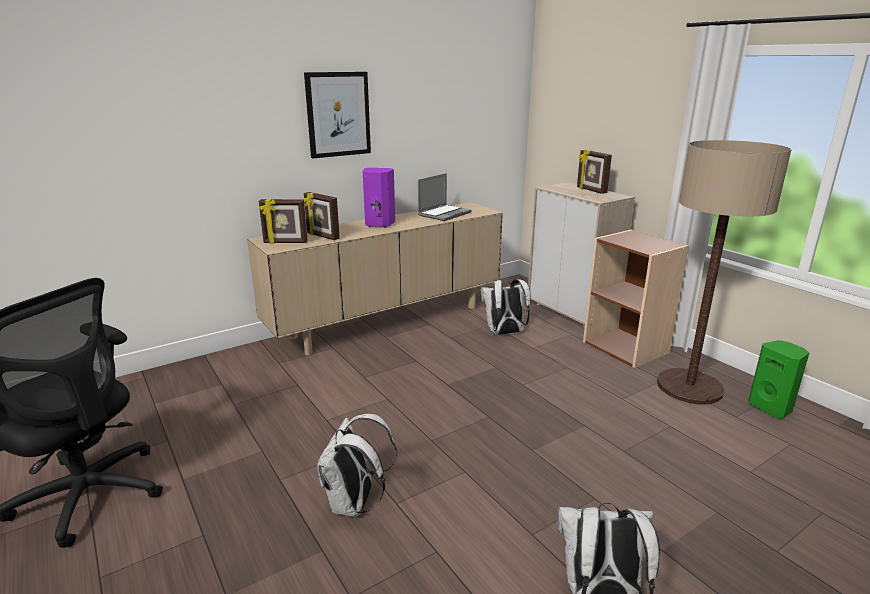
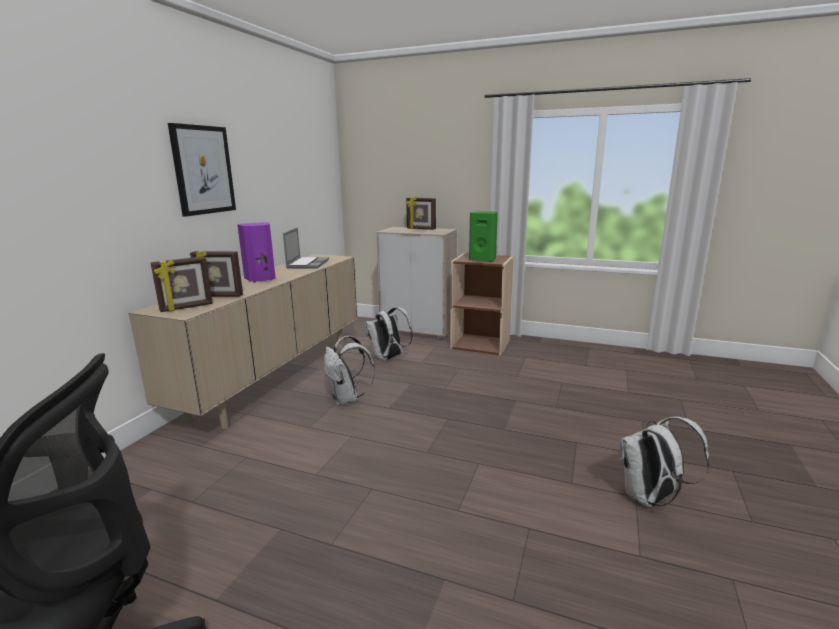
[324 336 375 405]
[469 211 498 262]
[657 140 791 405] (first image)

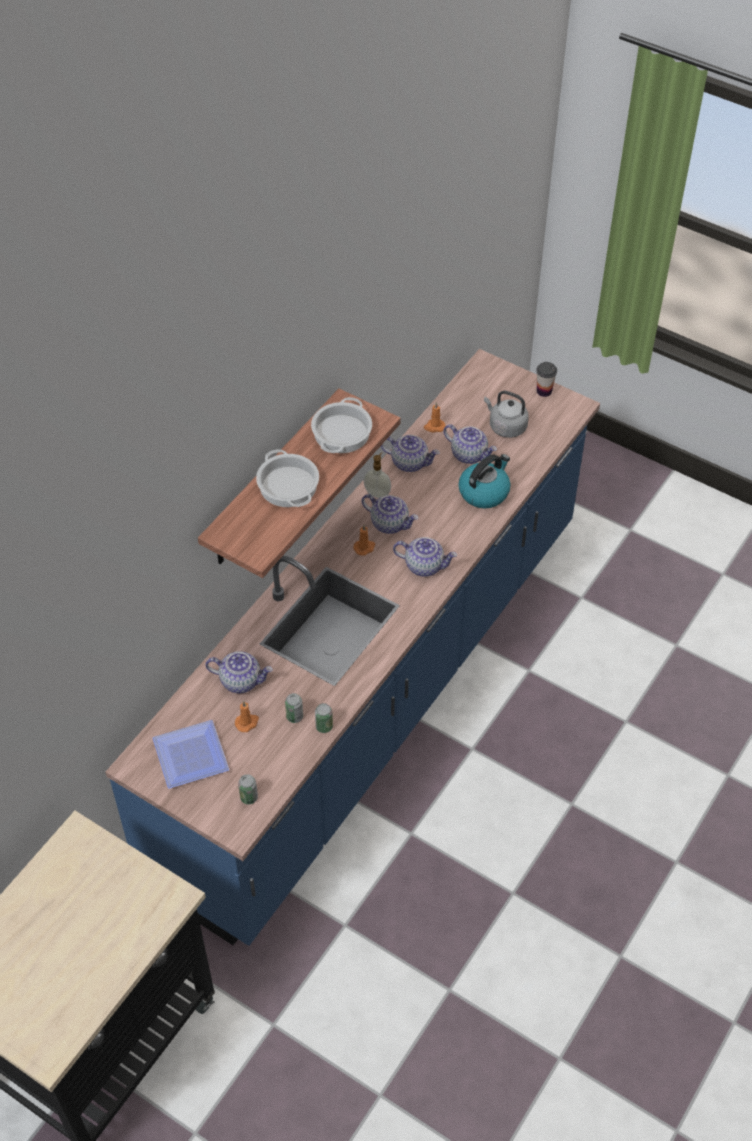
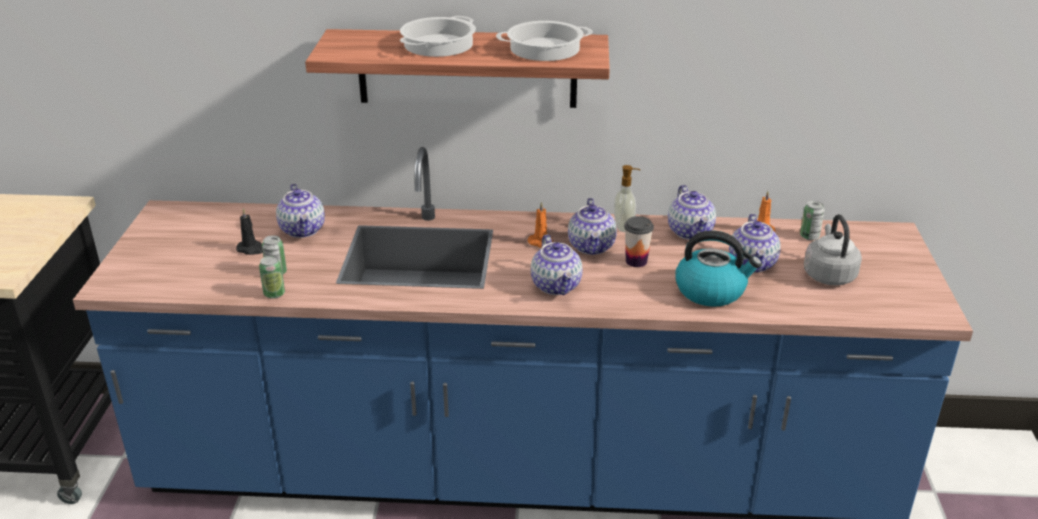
[236 208 263 255]
[624 216 654 267]
[800 201 825 240]
[153 720 229 789] (first image)

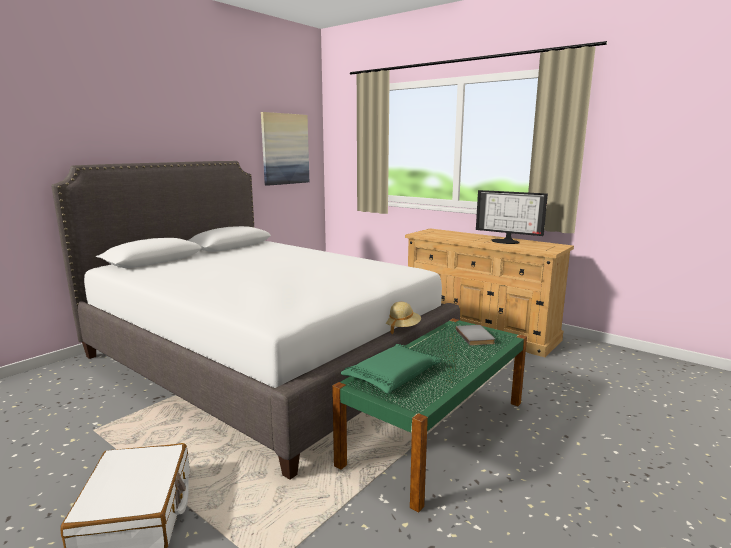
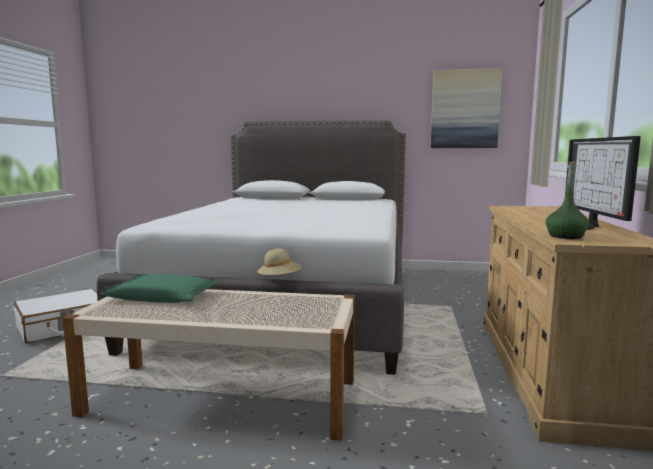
[63 289 355 441]
[546 162 589 239]
[456 325 495 346] (first image)

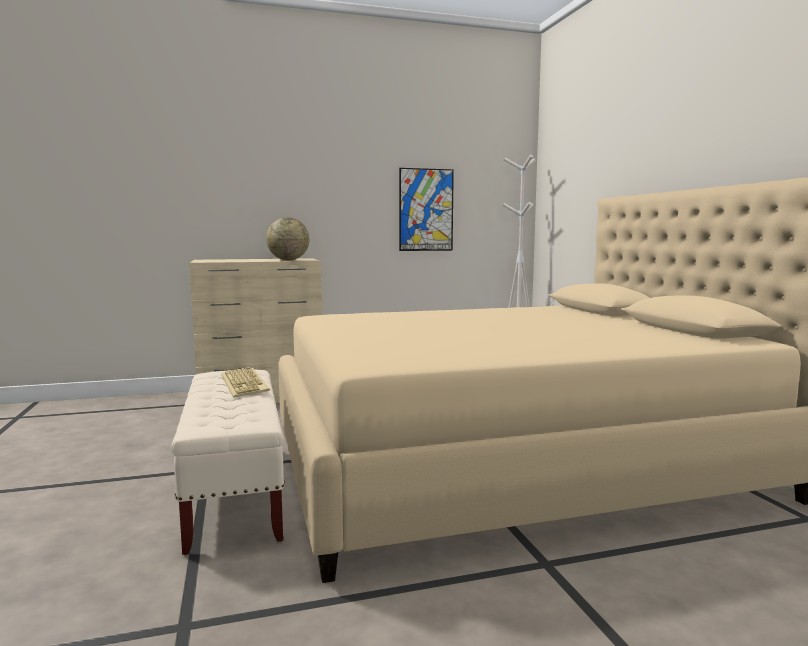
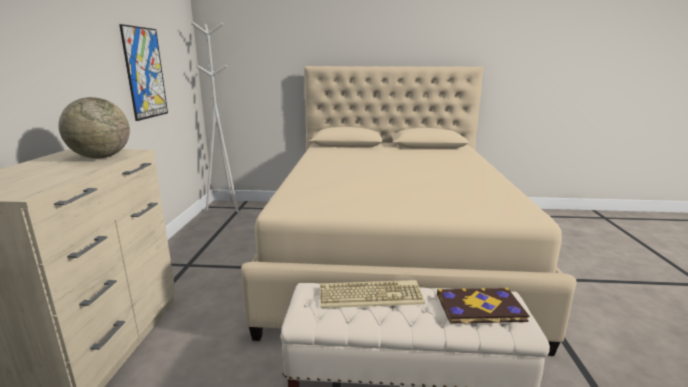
[437 288 530 325]

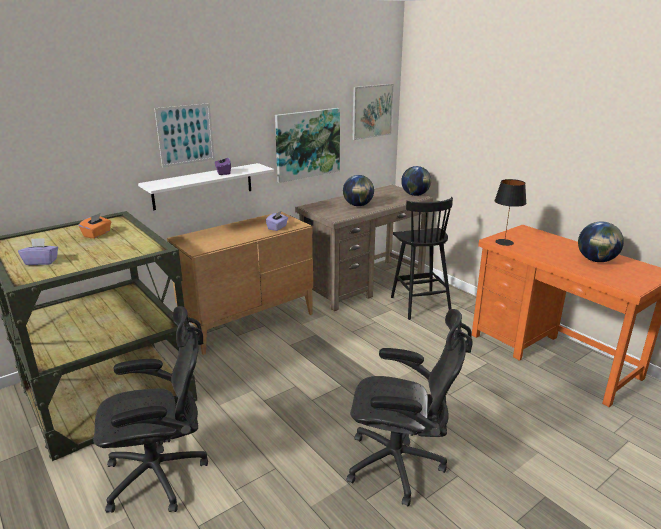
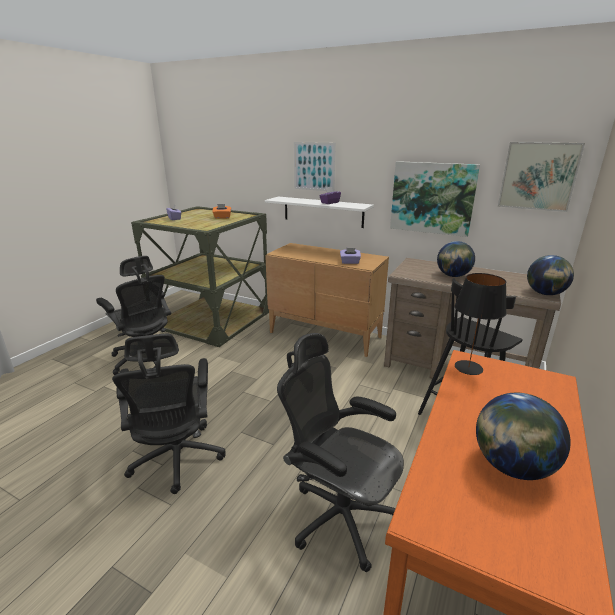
[277 333 404 572]

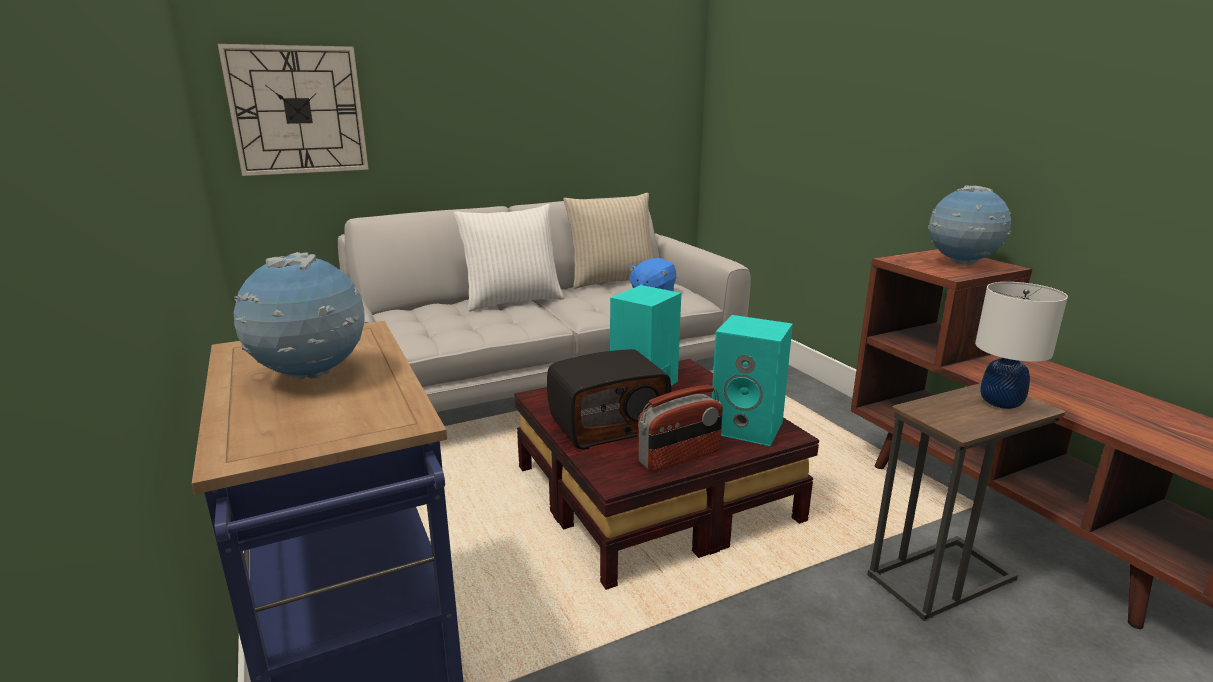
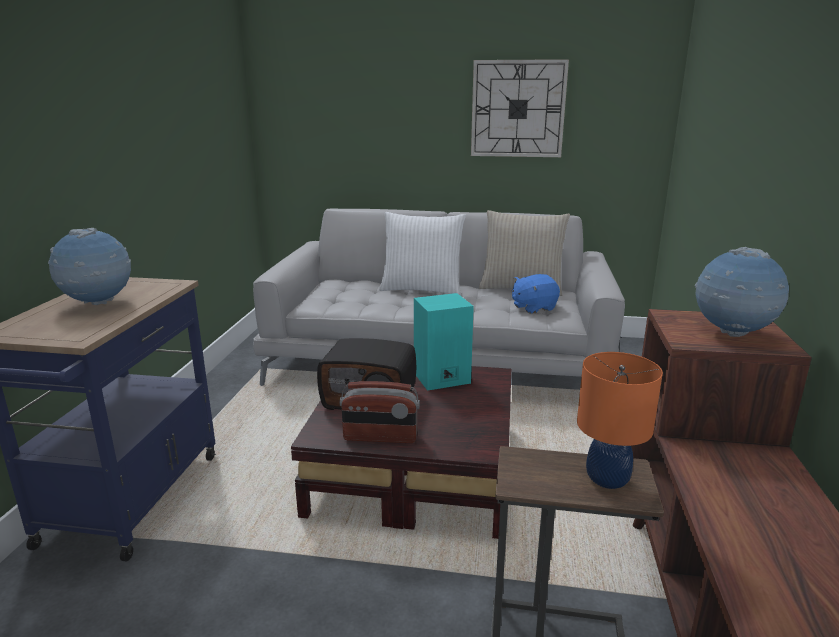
[471 59 569 157]
[577 352 663 489]
[712 315 793 446] (first image)

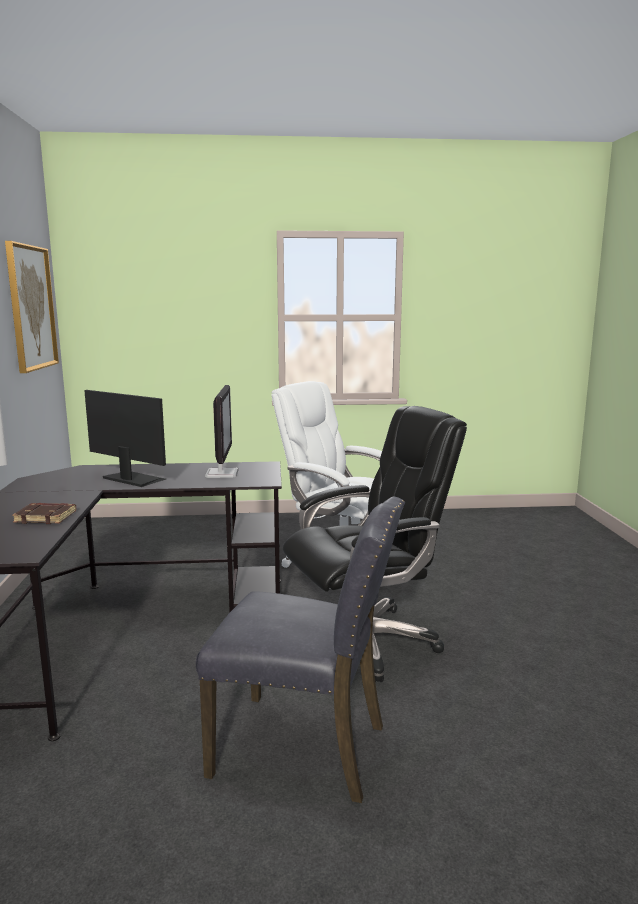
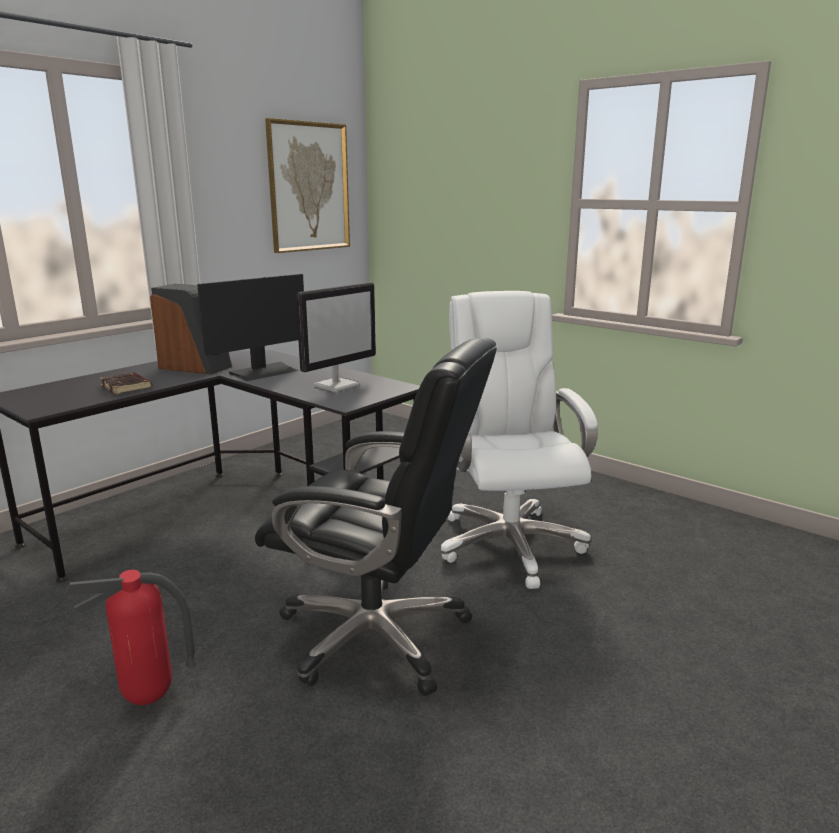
[64 570 197 705]
[150 284 232 374]
[197 274 304 381]

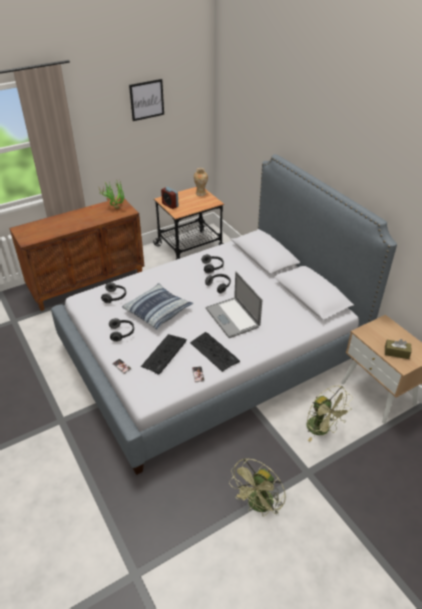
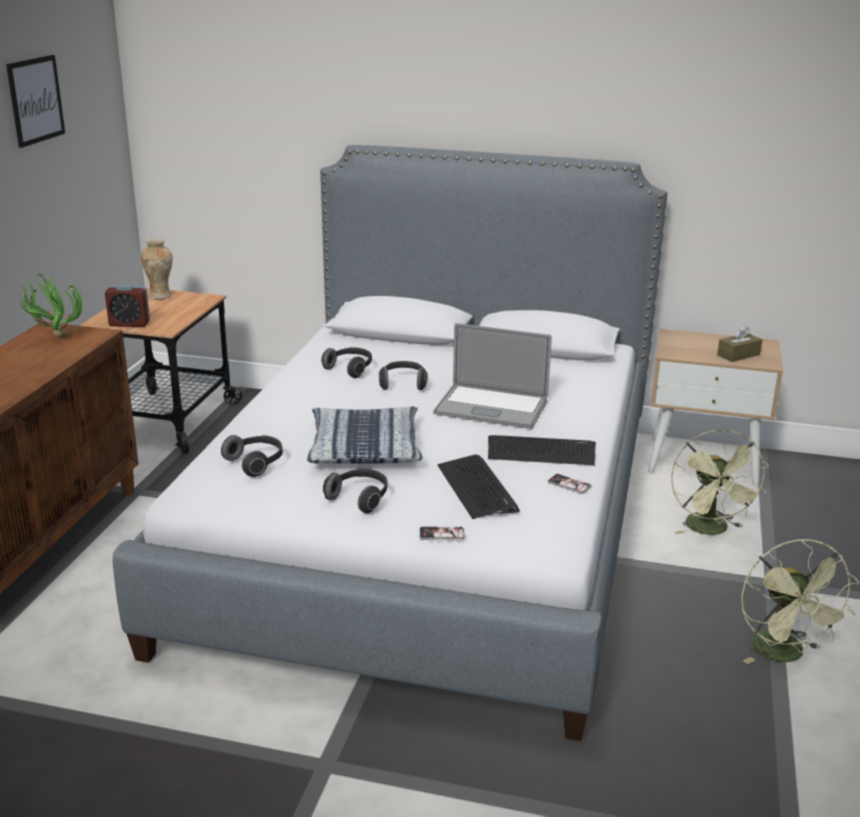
[671 429 769 535]

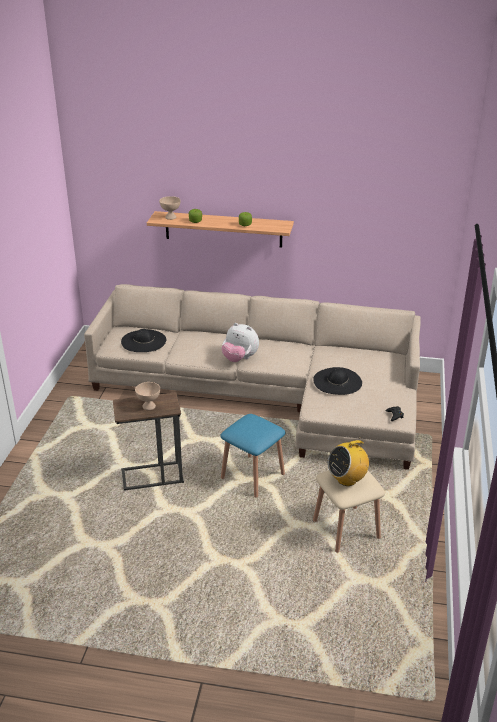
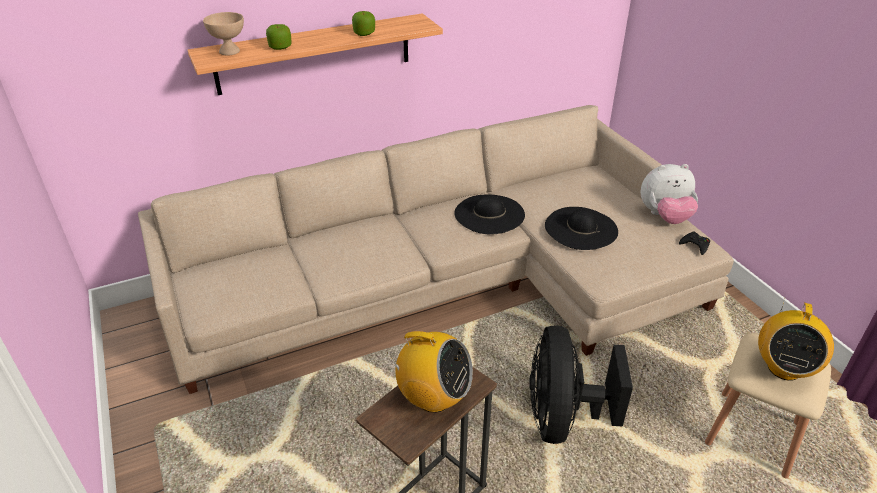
[386 331 473 413]
[454 194 525 235]
[529 325 633 444]
[641 164 698 224]

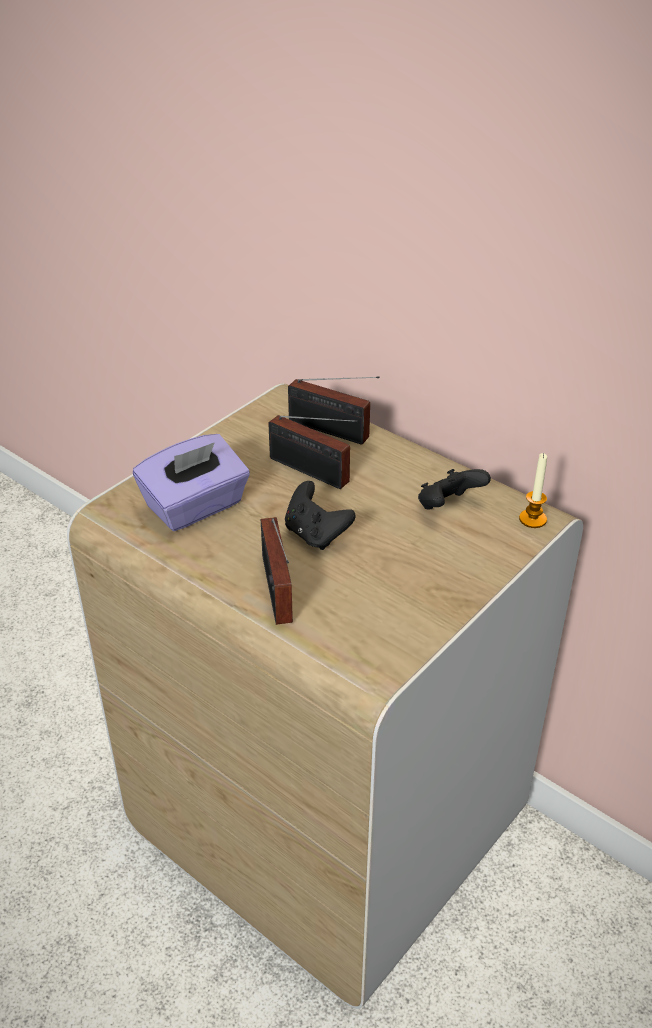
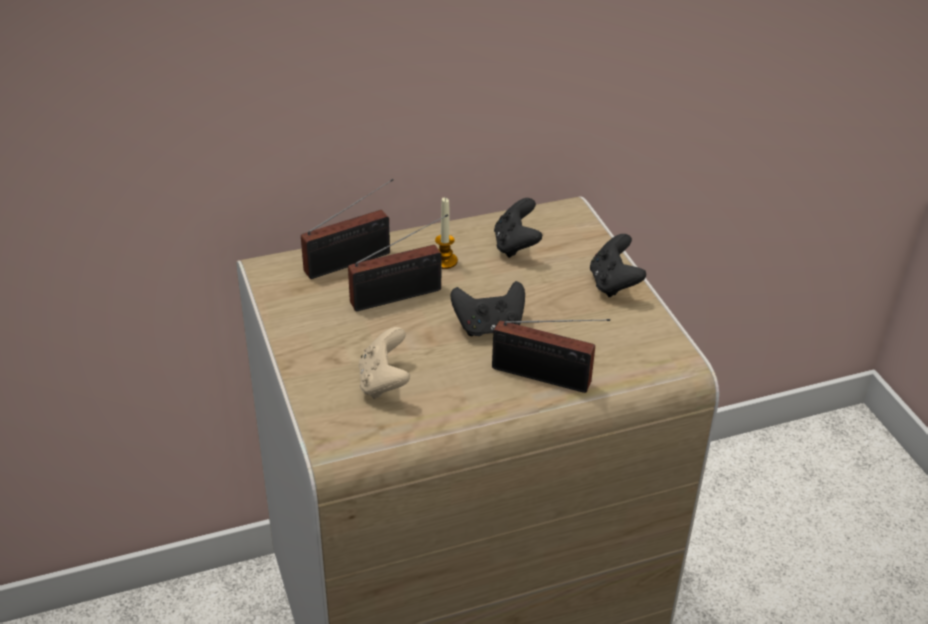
[358 327 410 399]
[435 197 458 269]
[590 234 646 297]

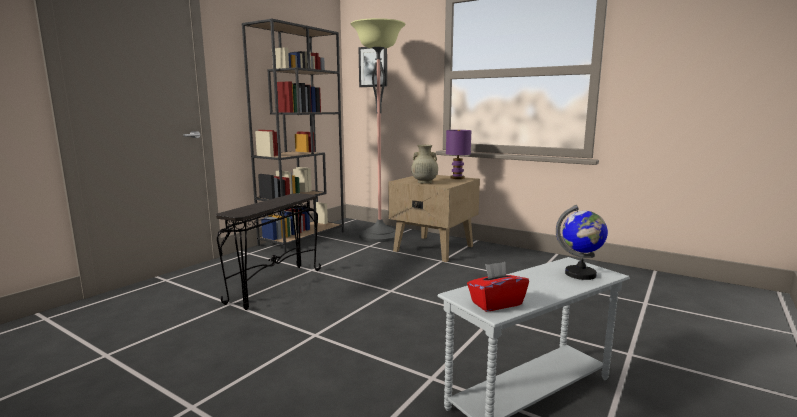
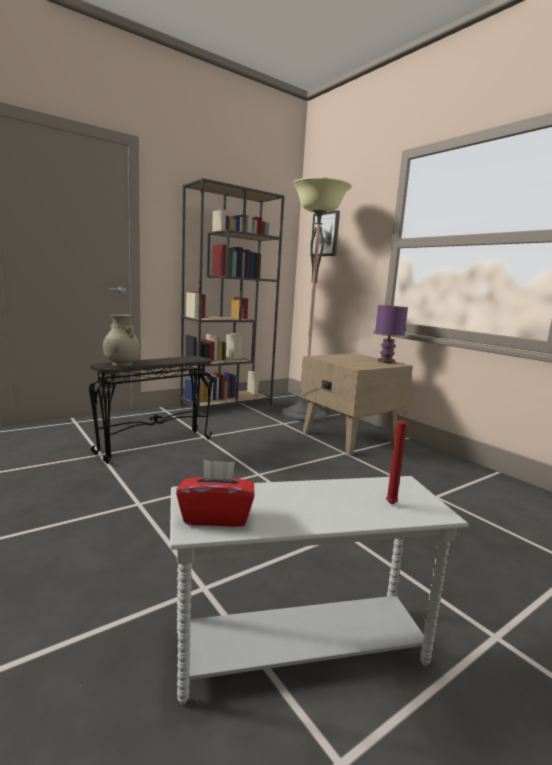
[103 314 141 367]
[386 410 408 504]

